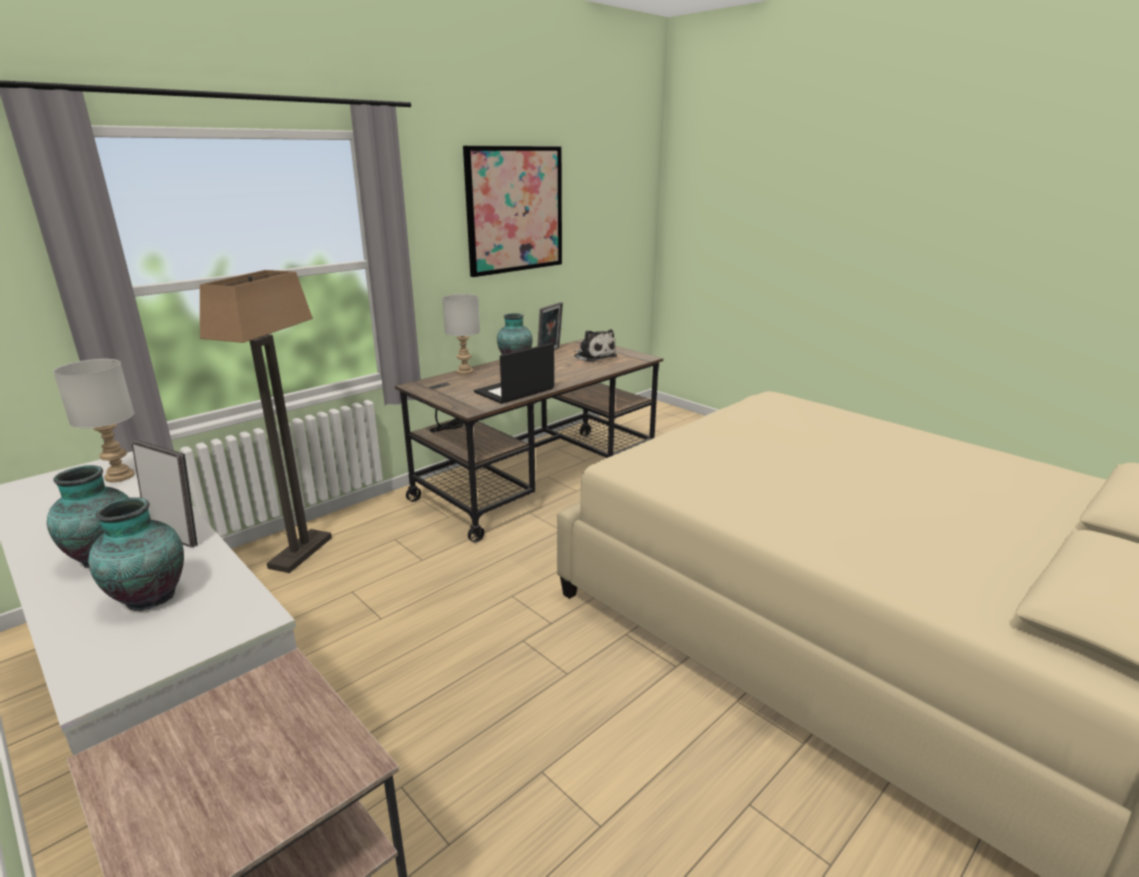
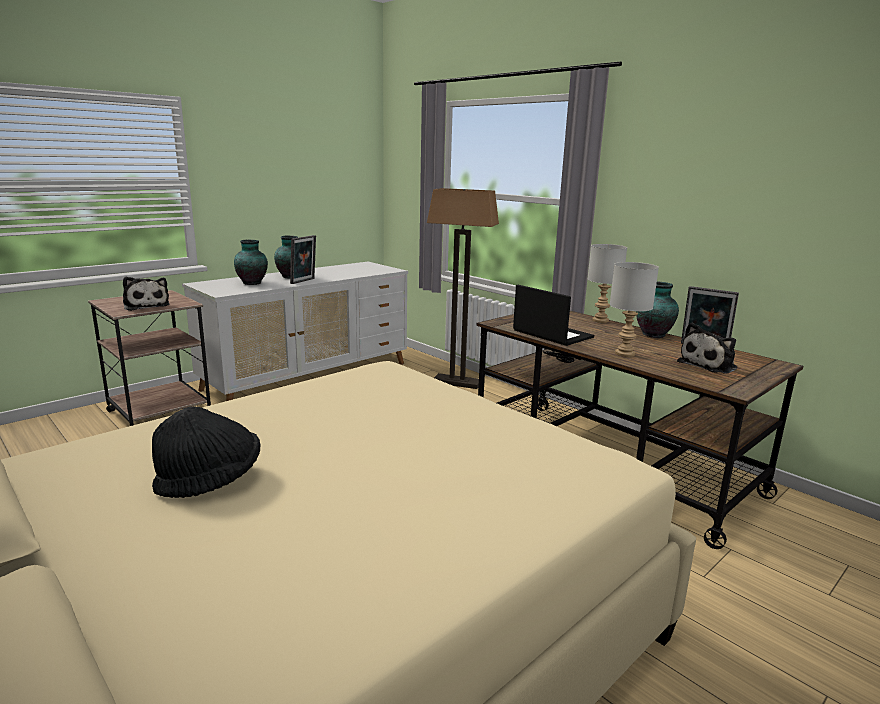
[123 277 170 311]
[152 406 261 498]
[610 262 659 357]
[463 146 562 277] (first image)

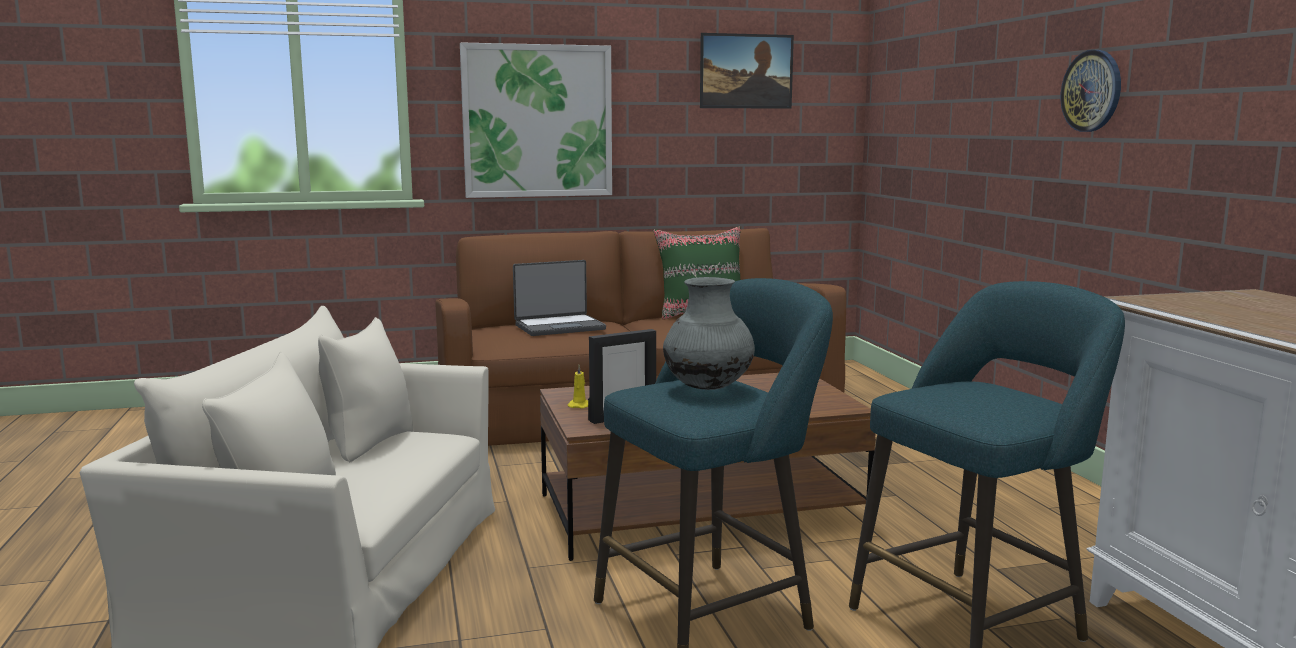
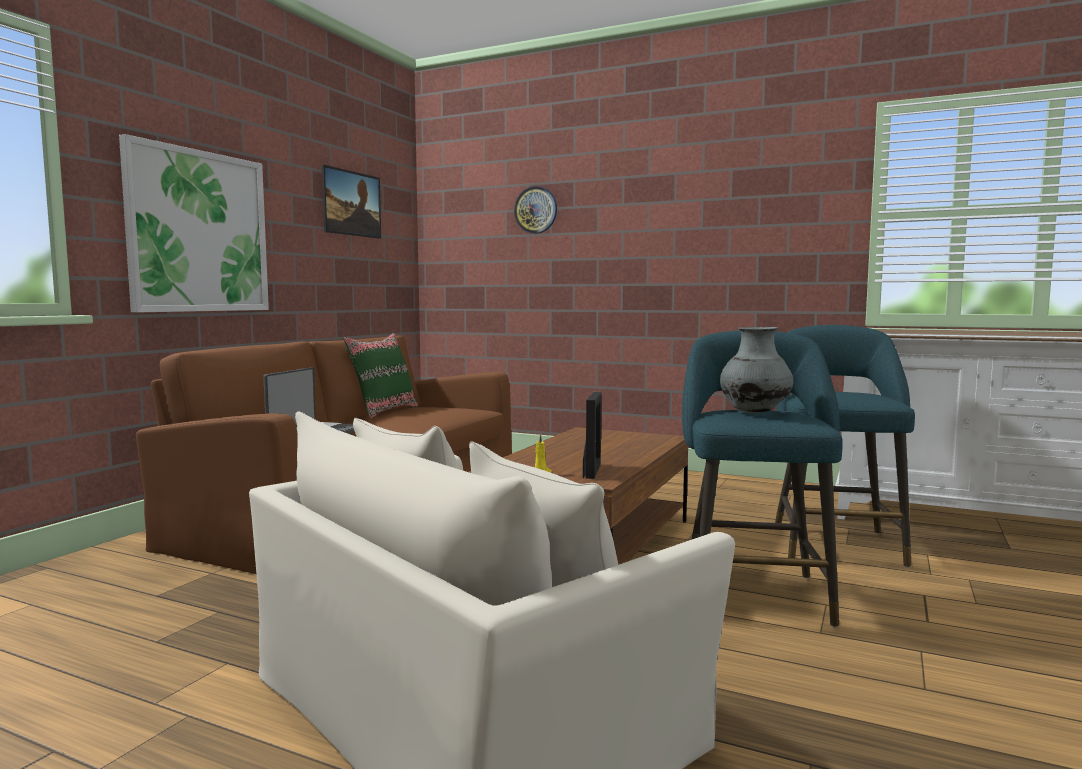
[514 186 557 234]

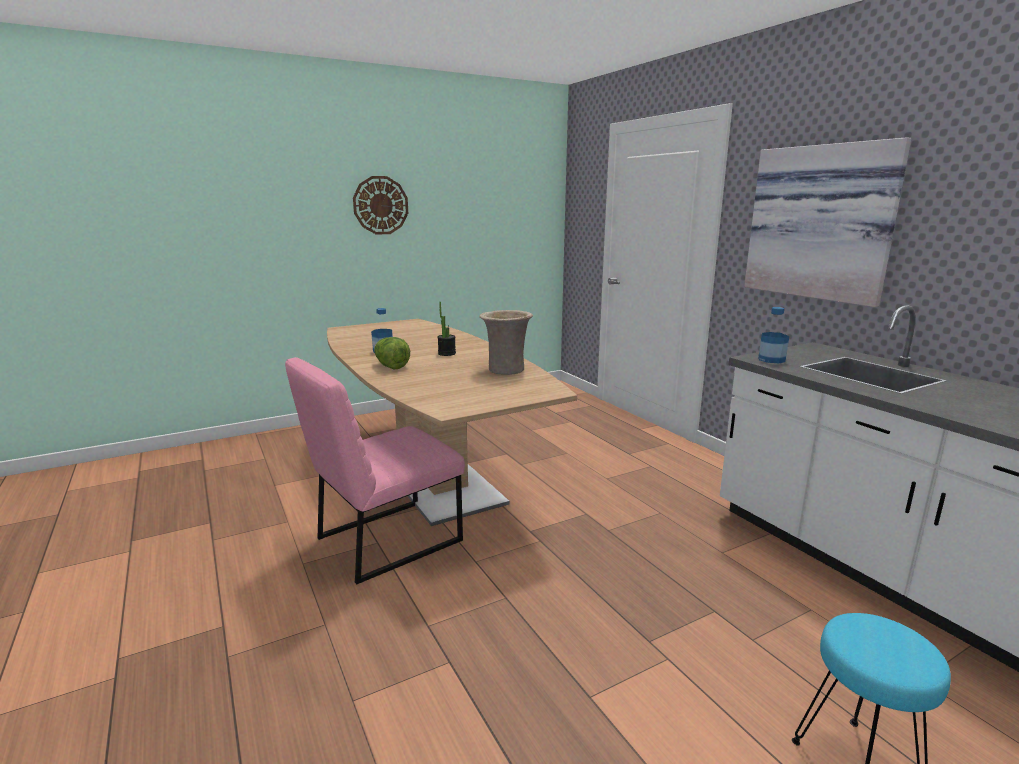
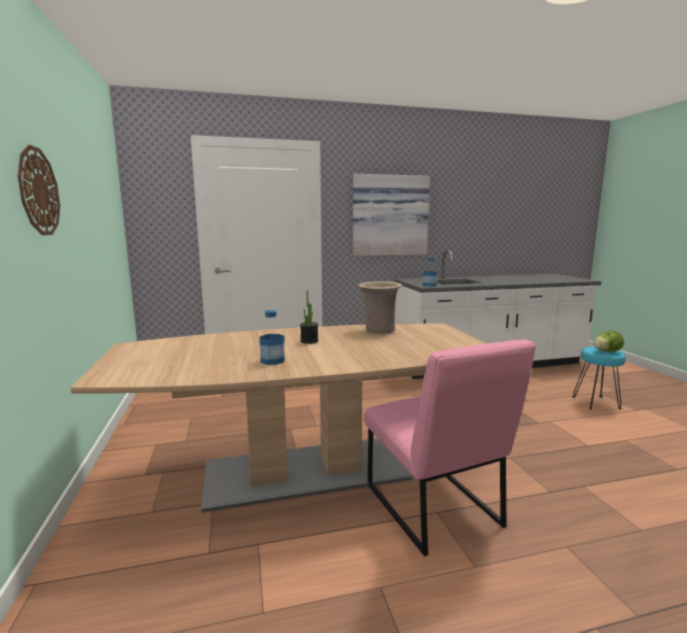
[593 330 624 352]

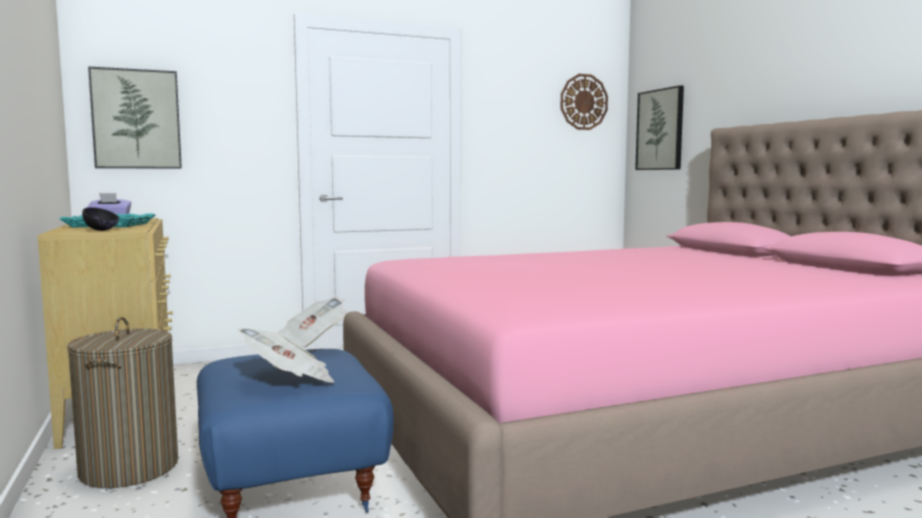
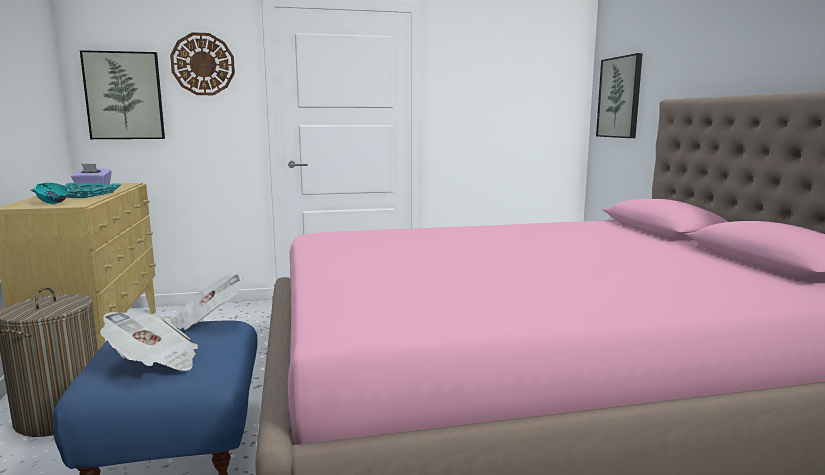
[35 183 69 204]
[170 32 235 95]

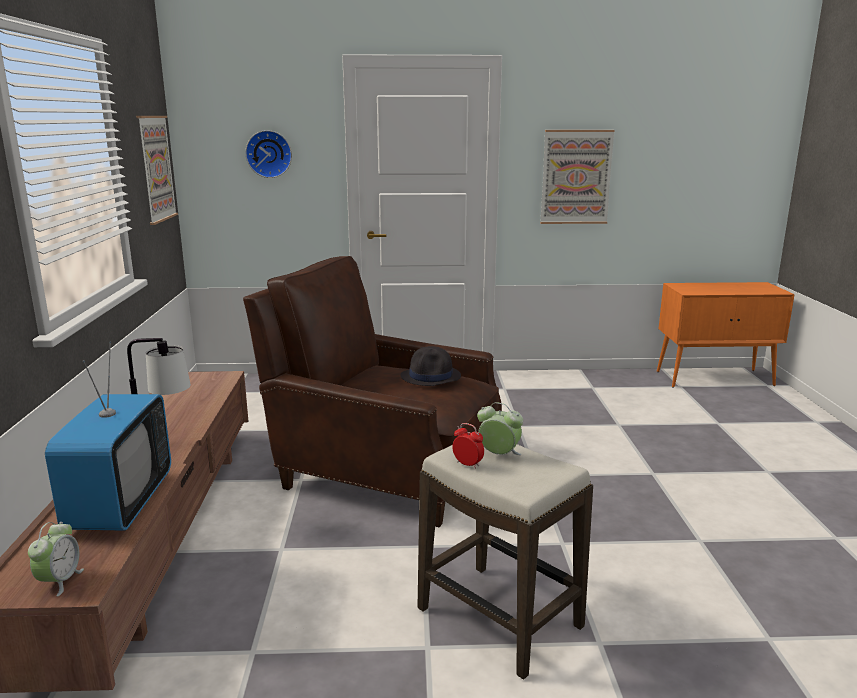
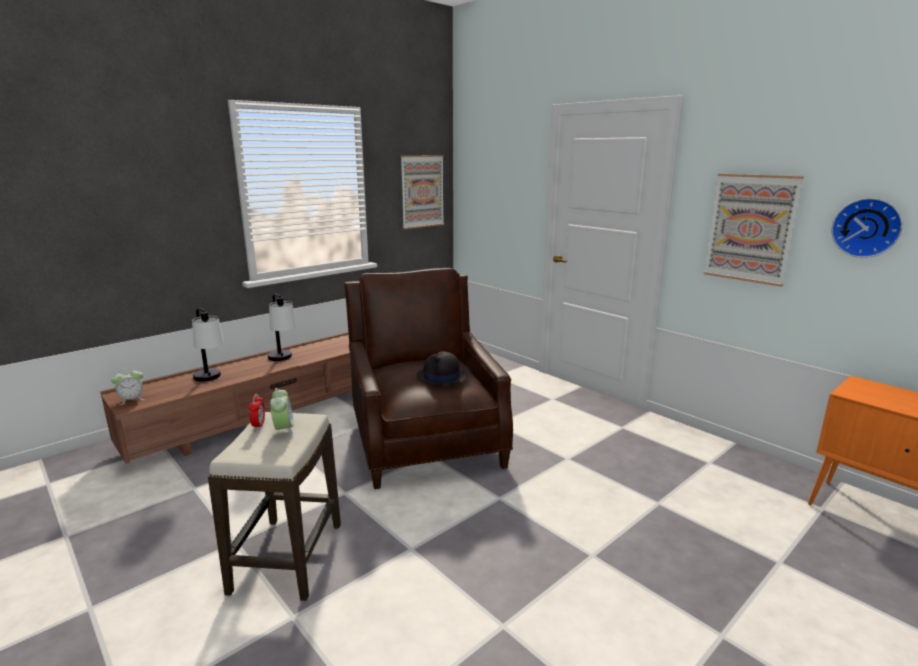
[192 307 224 381]
[831 198 903 258]

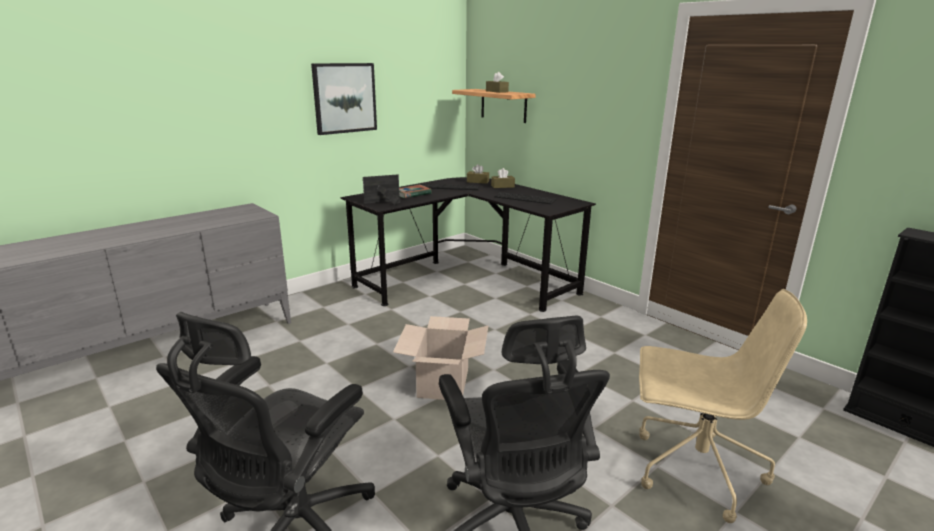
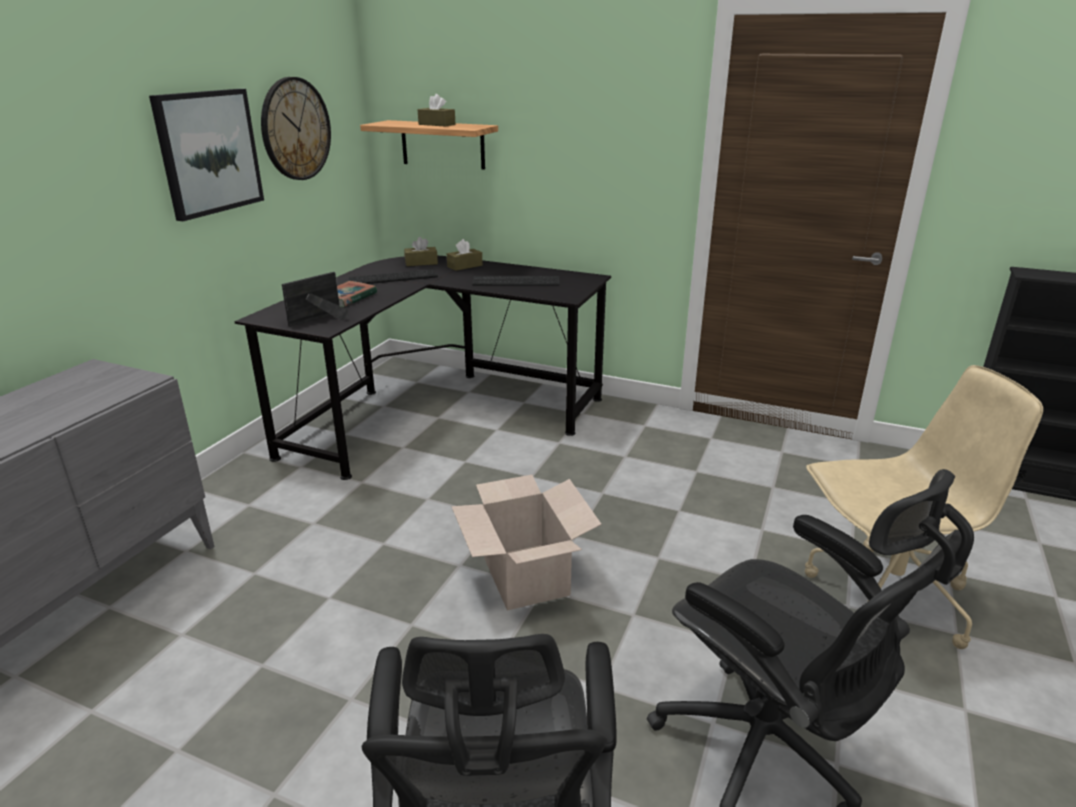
[261 77 331 180]

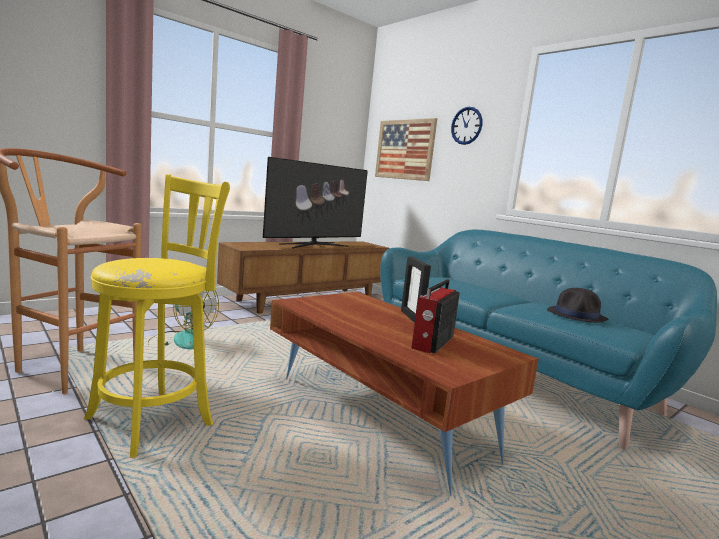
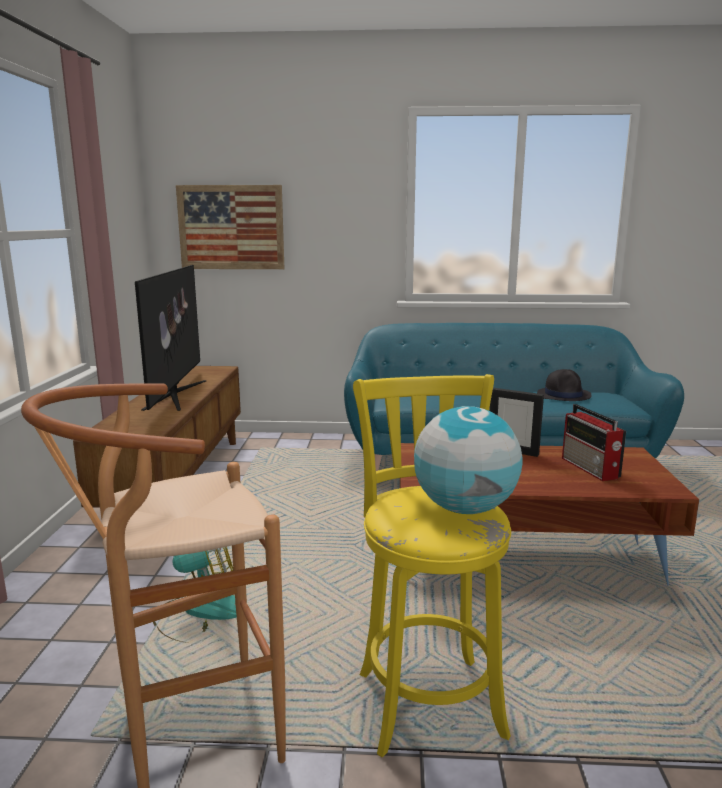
[414 406 522 514]
[451 107 482 145] (first image)

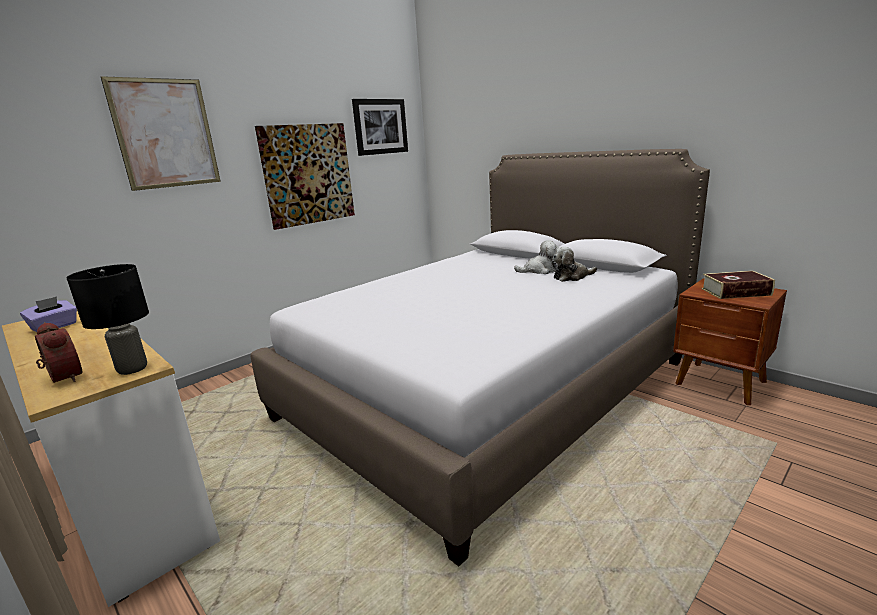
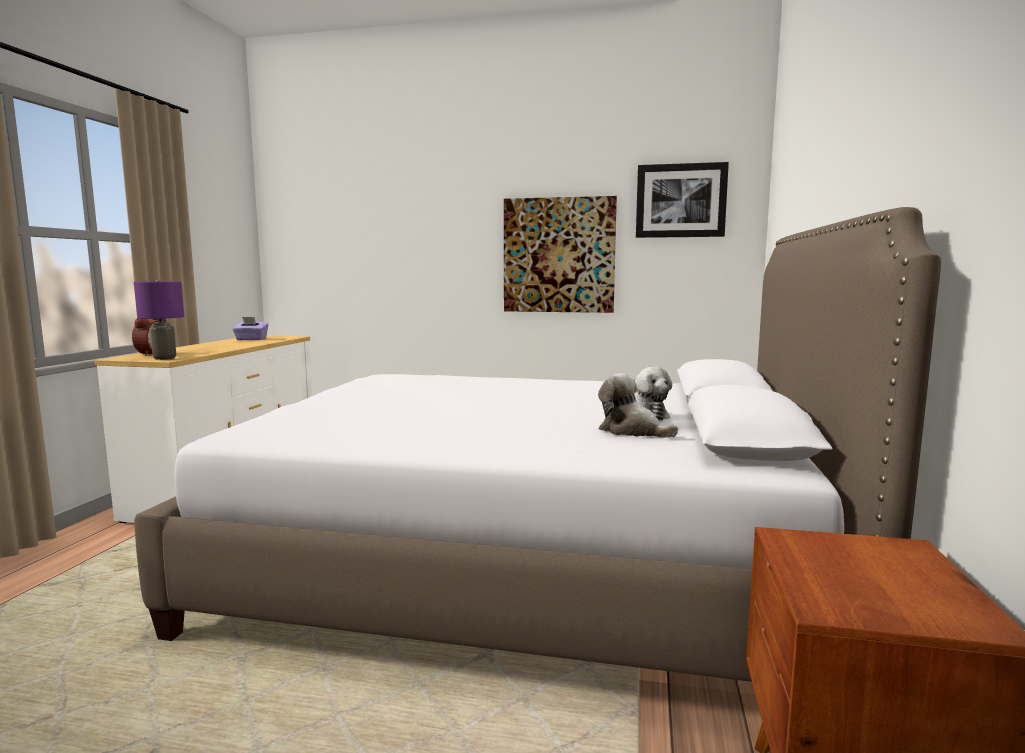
[134 280 184 360]
[101 76 221 191] (first image)
[701 271 775 299] (first image)

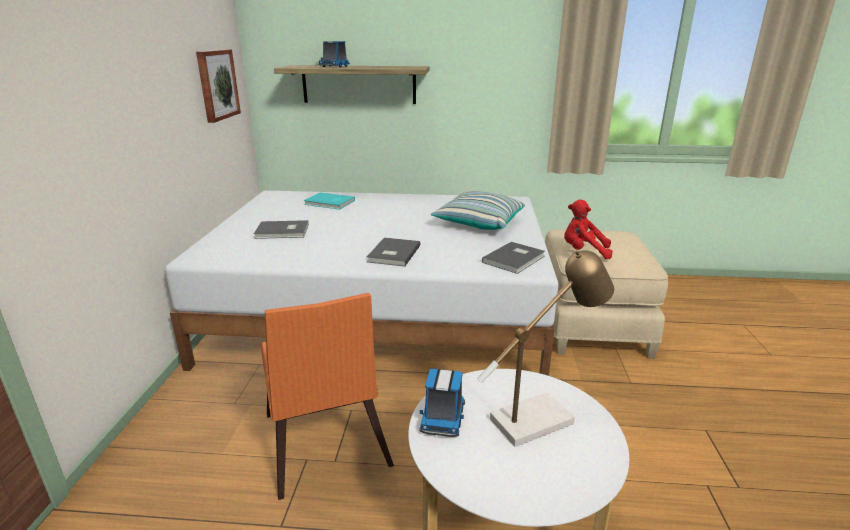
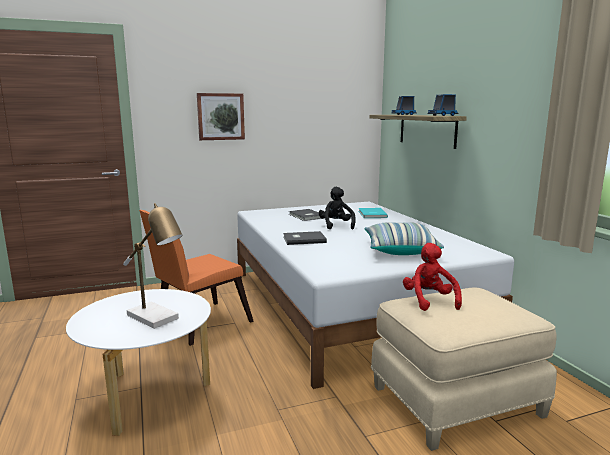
[197 93 245 140]
[319 187 356 229]
[427 94 459 116]
[482 242 545 274] (first image)

